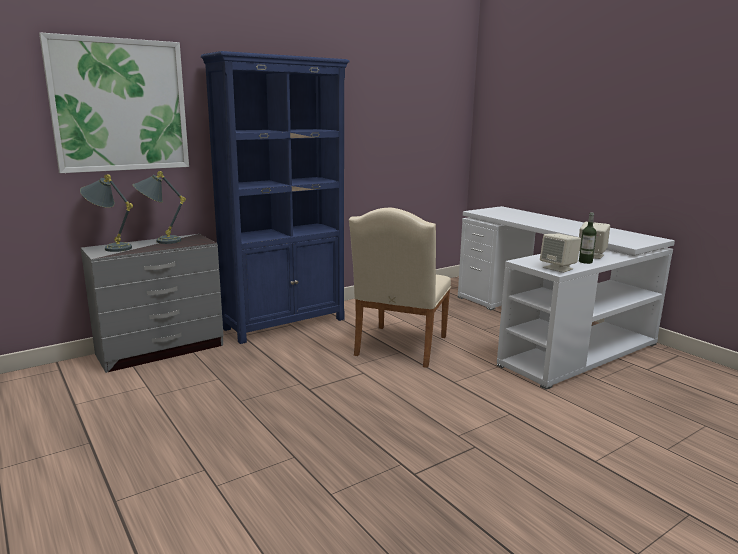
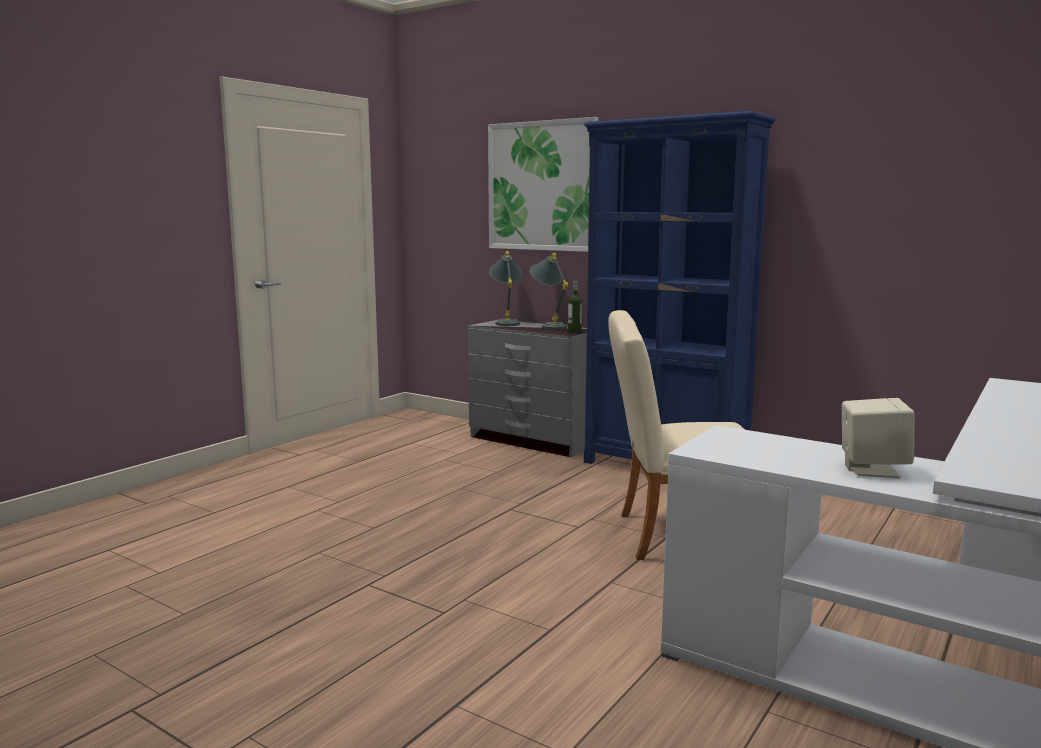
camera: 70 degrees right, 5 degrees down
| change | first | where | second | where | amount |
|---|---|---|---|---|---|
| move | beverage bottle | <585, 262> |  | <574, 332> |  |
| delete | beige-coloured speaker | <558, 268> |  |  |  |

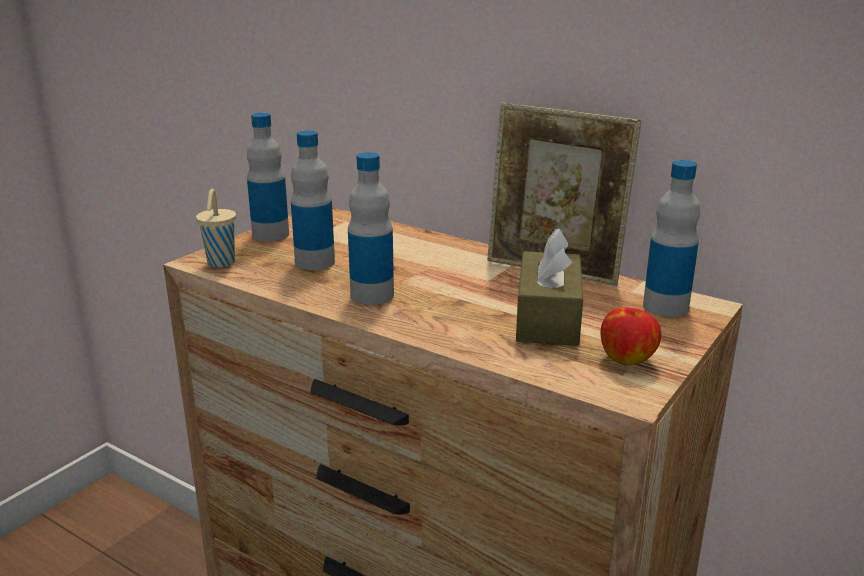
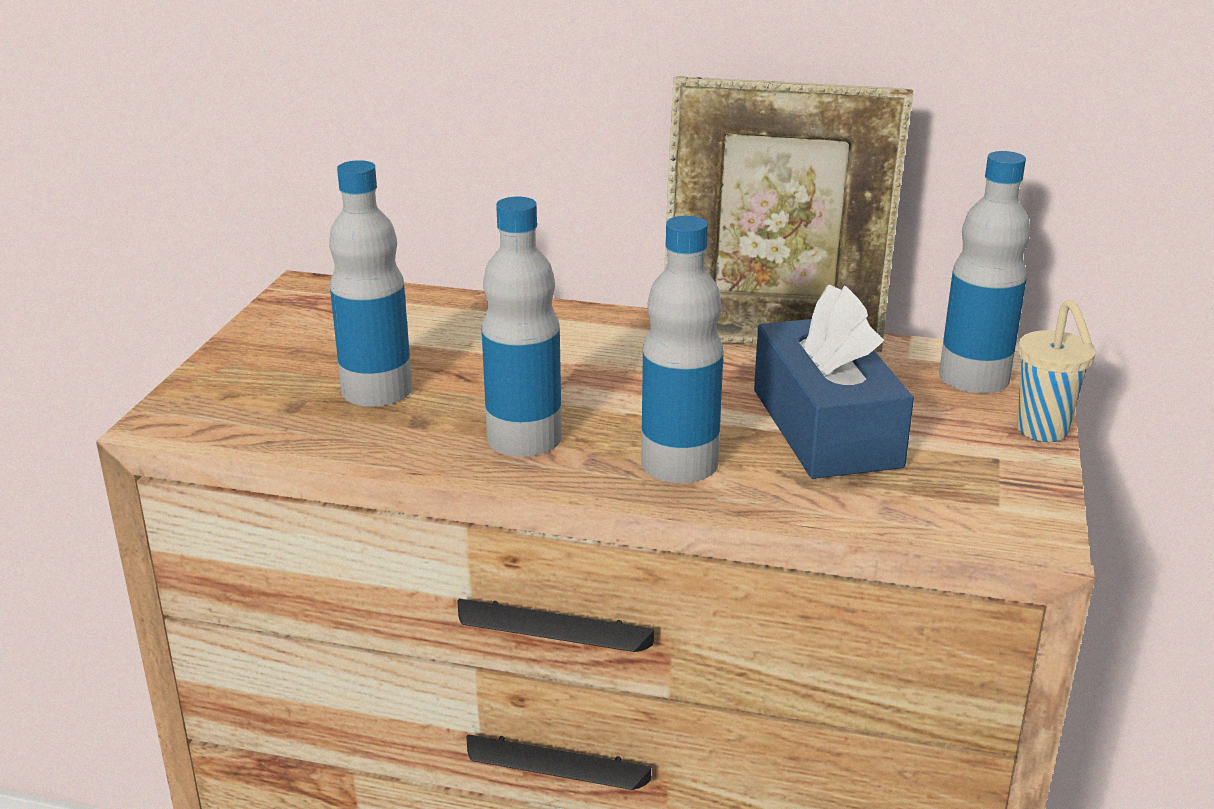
camera: 20 degrees left, 5 degrees up
| change | first | where | second | where | amount |
|---|---|---|---|---|---|
| move | beverage bottle | <270, 235> |  | <679, 462> |  |
| move | beige-coloured small cup | <220, 264> |  | <1044, 432> |  |
| recolor | brownish tissue holder | <548, 318> | bluish tissue holder | <826, 428> |  |
| delete | apple fruit | <628, 359> |  |  |  |

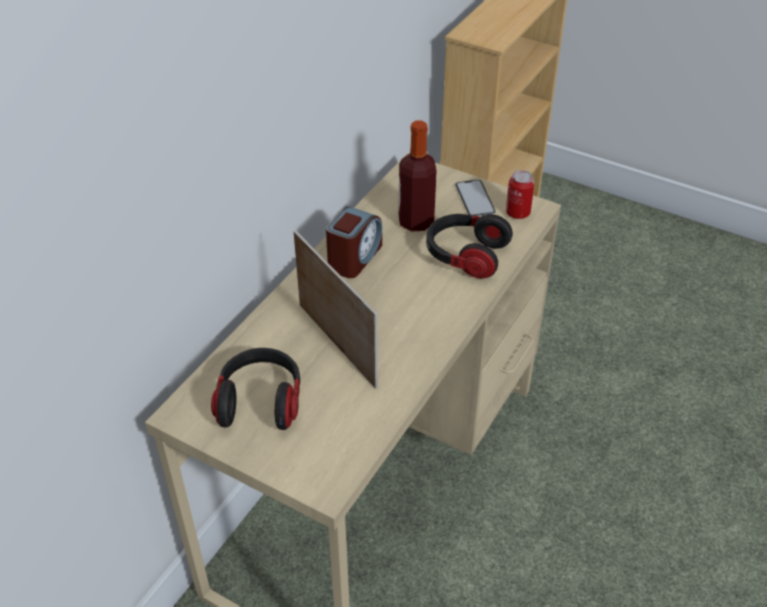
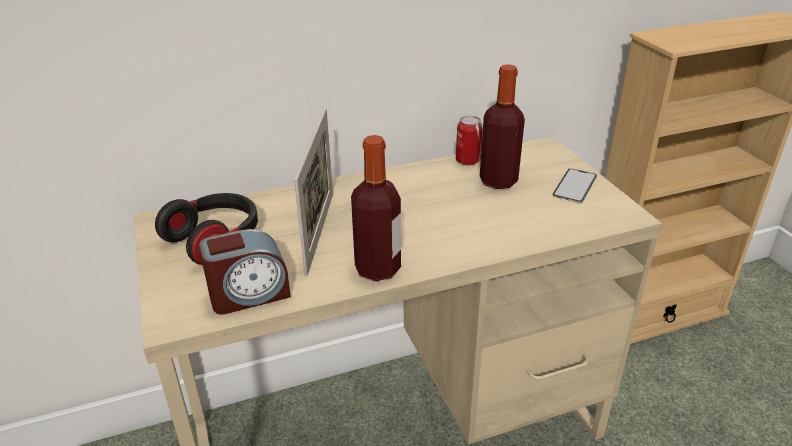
camera: 40 degrees right, 10 degrees down
| change | first | where | second | where | amount |
|---|---|---|---|---|---|
| move | sealed can | <517, 213> |  | <467, 161> |  |
| move | bedside clock | <354, 258> |  | <249, 295> |  |
| delete | headphones | <465, 256> |  |  |  |
| insert |  |  | beverage bottle | <378, 268> |  |

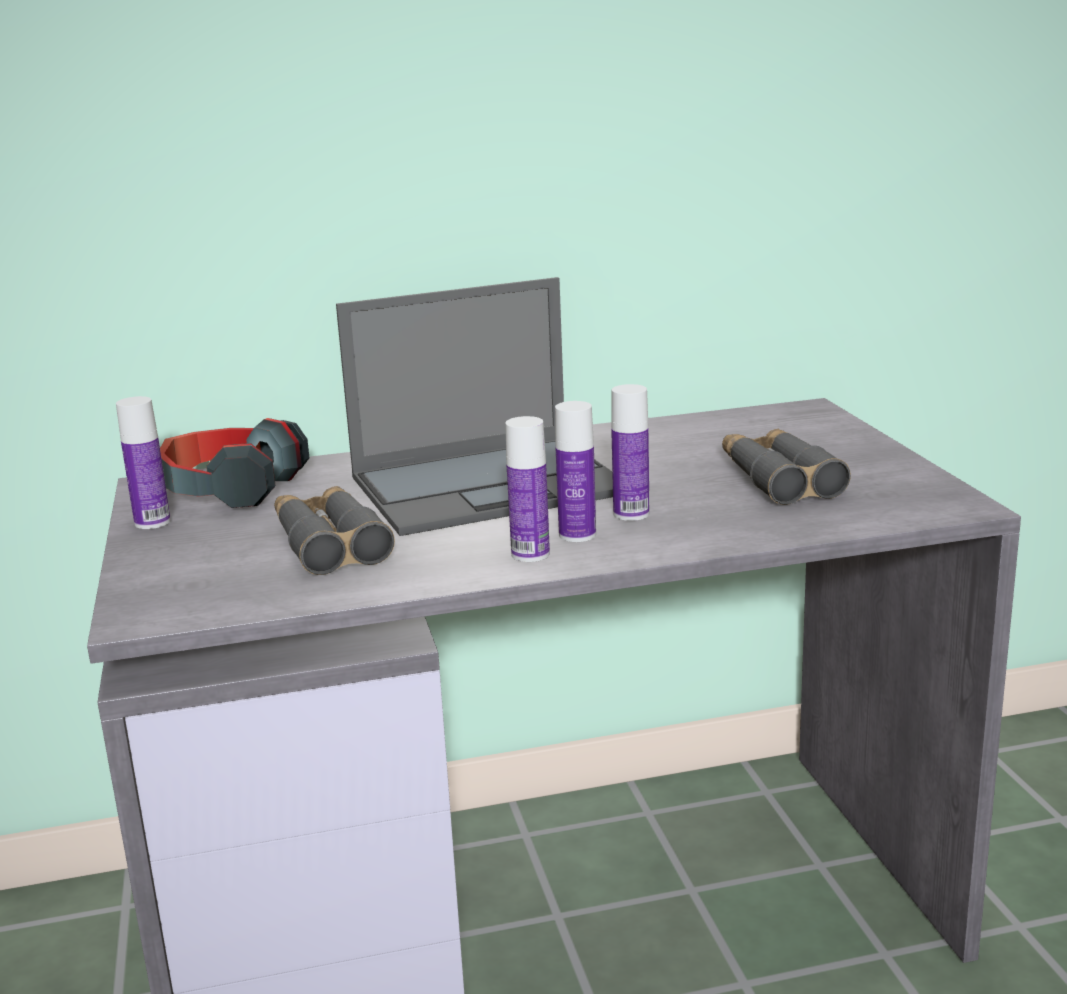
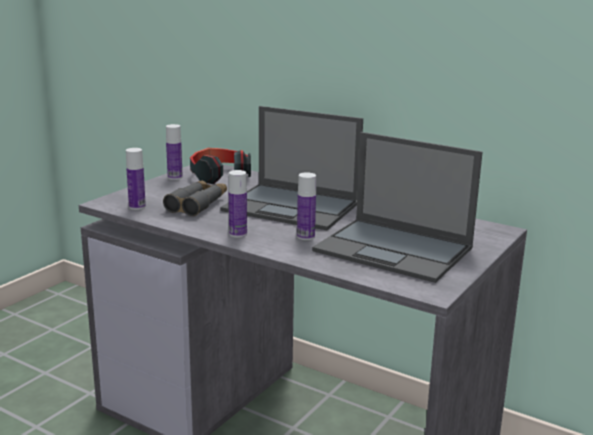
camera: 45 degrees right, 0 degrees up
| change | first | where | second | where | amount |
|---|---|---|---|---|---|
| move | beverage bottle | <577, 535> |  | <137, 207> |  |
| replace | greyish field glasses | <779, 479> | laptop | <395, 250> |  |

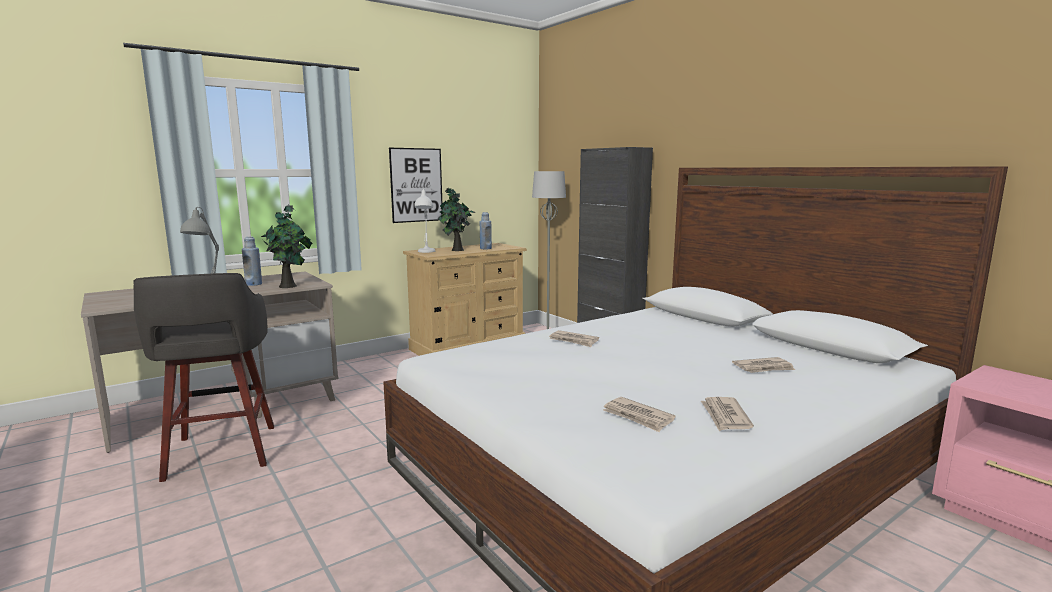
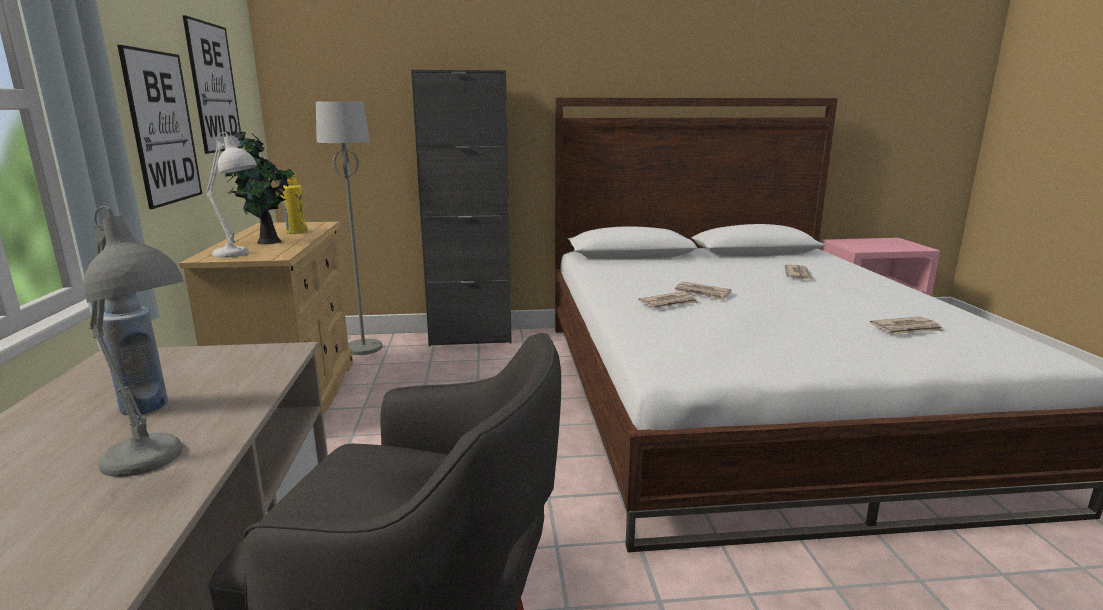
camera: 60 degrees left, 5 degrees up
| change | first | where | second | where | amount |
|---|---|---|---|---|---|
| delete | houseplant | <289, 286> |  |  |  |
| recolor | bluish beverage bottle | <485, 248> | yellow-coloured beverage bottle | <296, 232> |  |
| move | newspaper | <725, 416> |  | <702, 293> |  |
| insert |  |  | wall picture | <214, 88> |  |

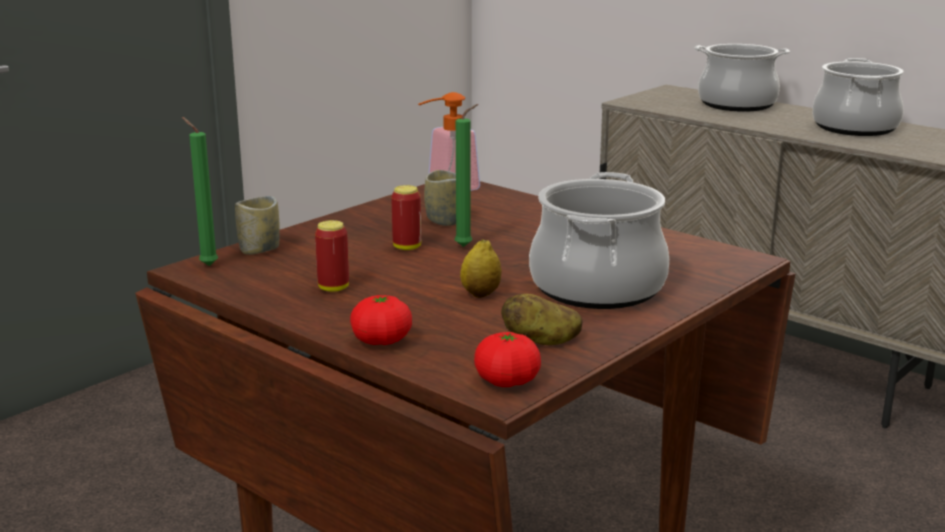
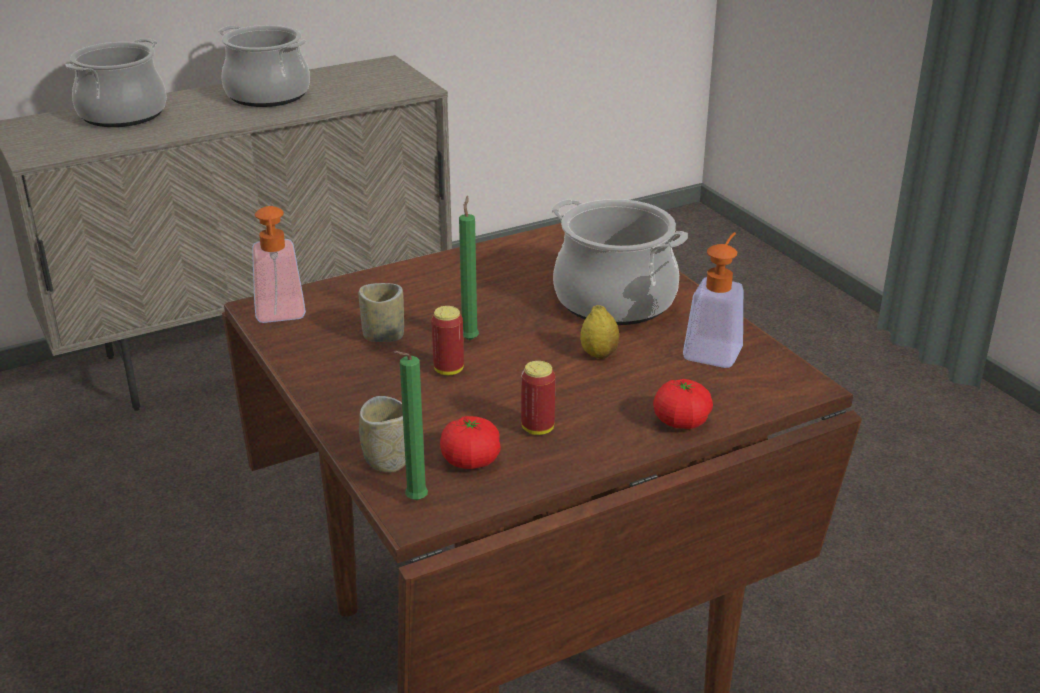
camera: 70 degrees left, 10 degrees up
| change | first | where | second | where | amount |
|---|---|---|---|---|---|
| replace | spud | <541, 341> | soap dispenser | <715, 348> |  |
| move | whole tomato | <507, 381> |  | <471, 460> |  |

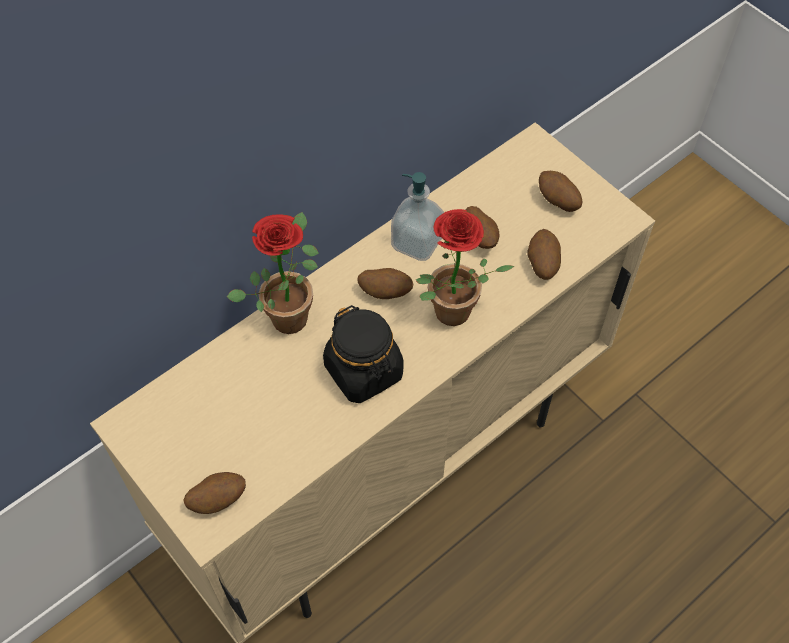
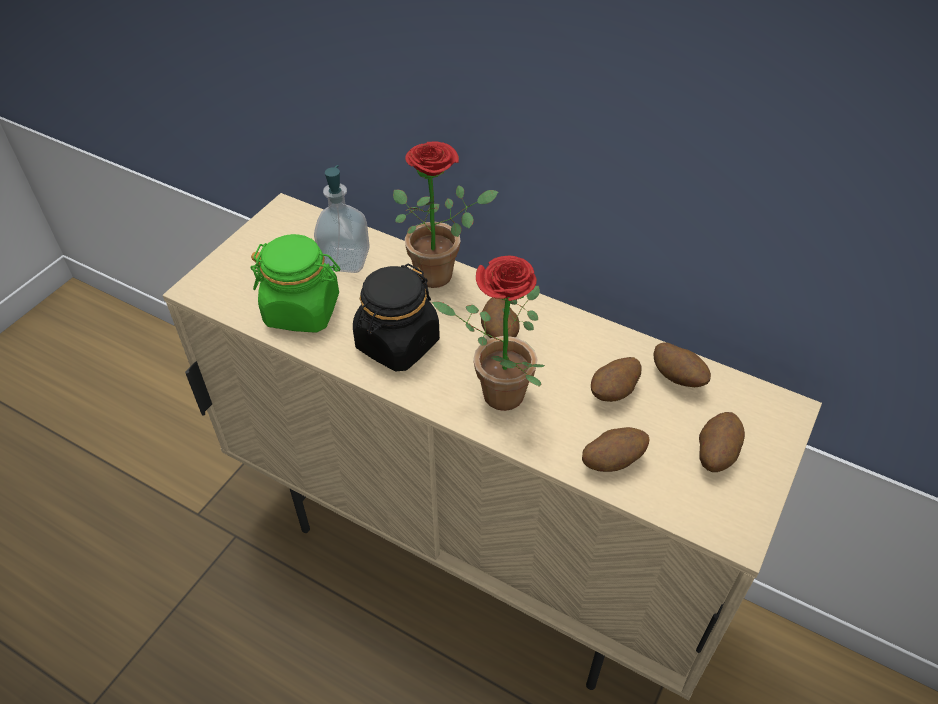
camera: 70 degrees right, 10 degrees down
| change | first | where | second | where | amount |
|---|---|---|---|---|---|
| move | soap dispenser | <417, 243> |  | <345, 260> |  |
| move | spud | <218, 499> |  | <678, 378> |  |
| insert |  |  | green preserve jar | <303, 310> |  |

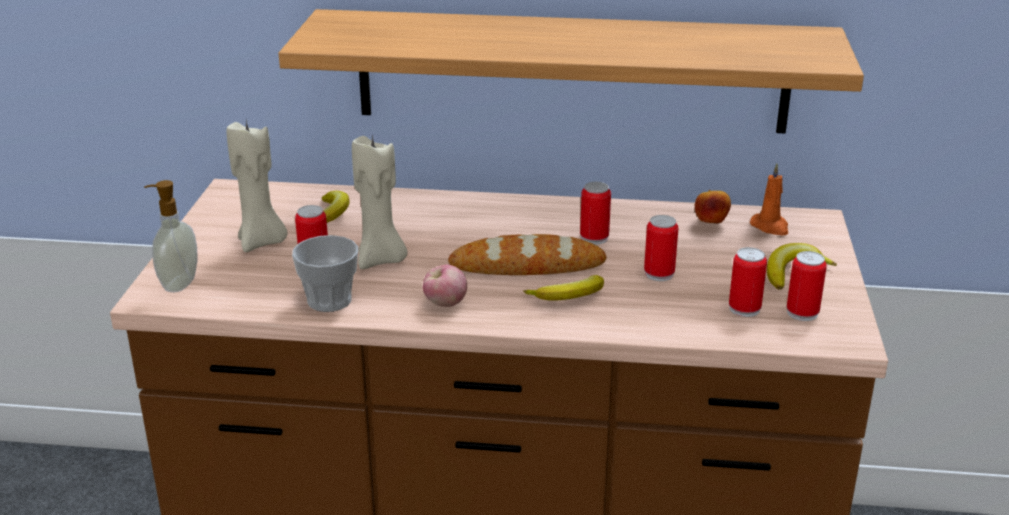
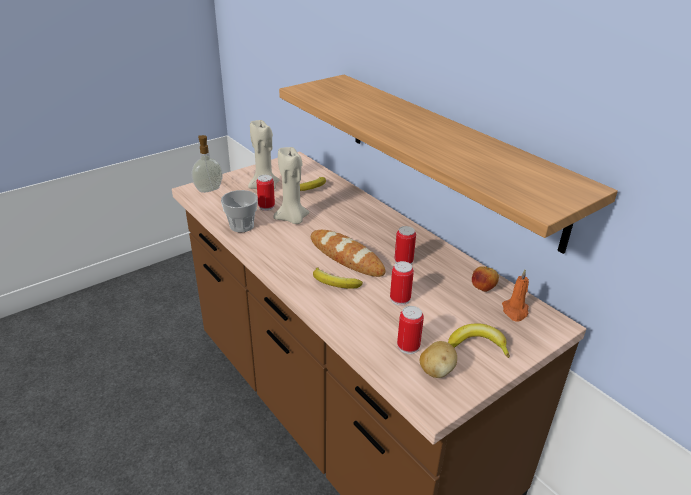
camera: 45 degrees right, 5 degrees up
| change | first | where | second | where | amount |
|---|---|---|---|---|---|
| replace | sealed can | <802, 313> | spud | <436, 370> |  |
| delete | apple fruit | <445, 304> |  |  |  |

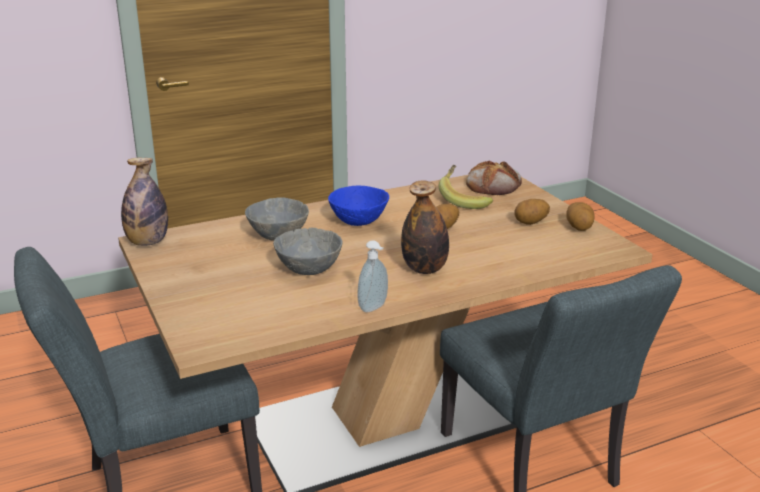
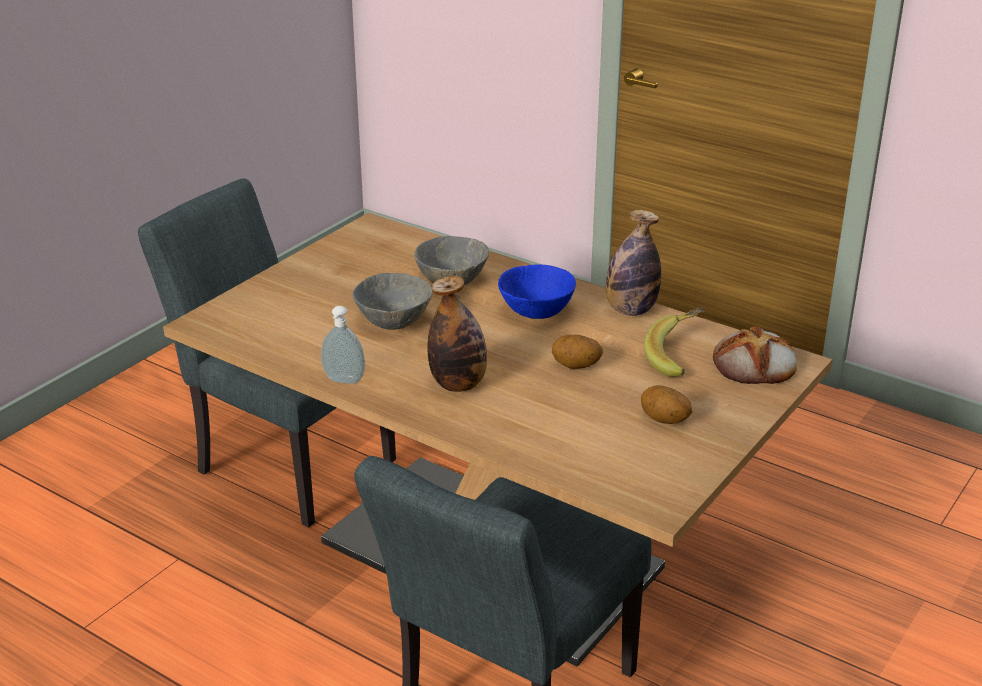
camera: 60 degrees right, 5 degrees up
| change | first | where | second | where | amount |
|---|---|---|---|---|---|
| move | beverage bottle | <147, 242> |  | <630, 310> |  |
| delete | spud | <579, 228> |  |  |  |

